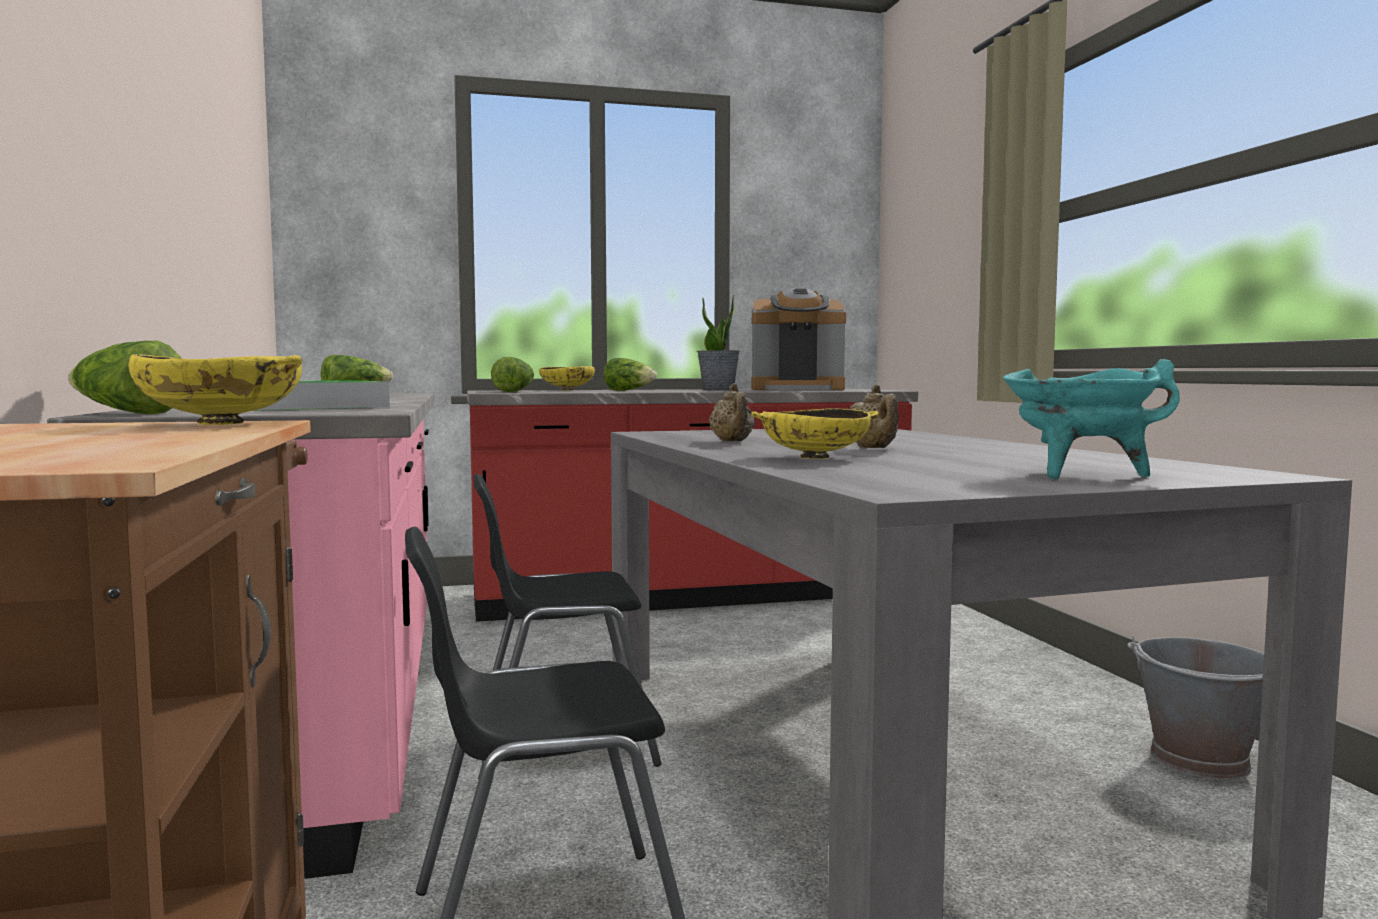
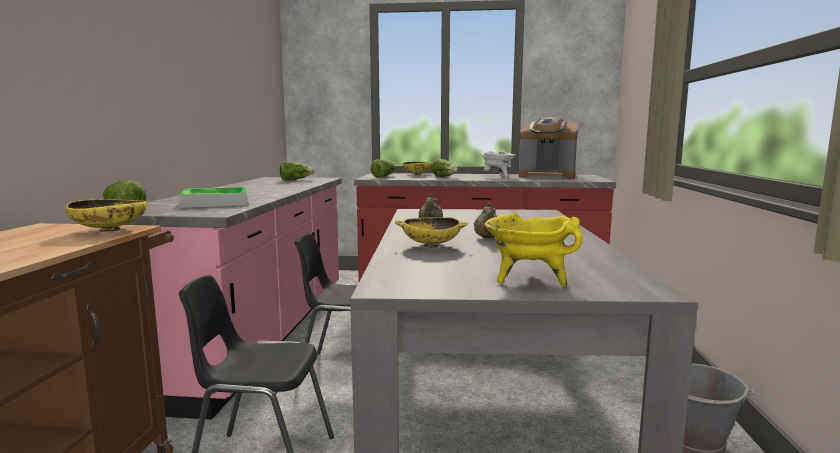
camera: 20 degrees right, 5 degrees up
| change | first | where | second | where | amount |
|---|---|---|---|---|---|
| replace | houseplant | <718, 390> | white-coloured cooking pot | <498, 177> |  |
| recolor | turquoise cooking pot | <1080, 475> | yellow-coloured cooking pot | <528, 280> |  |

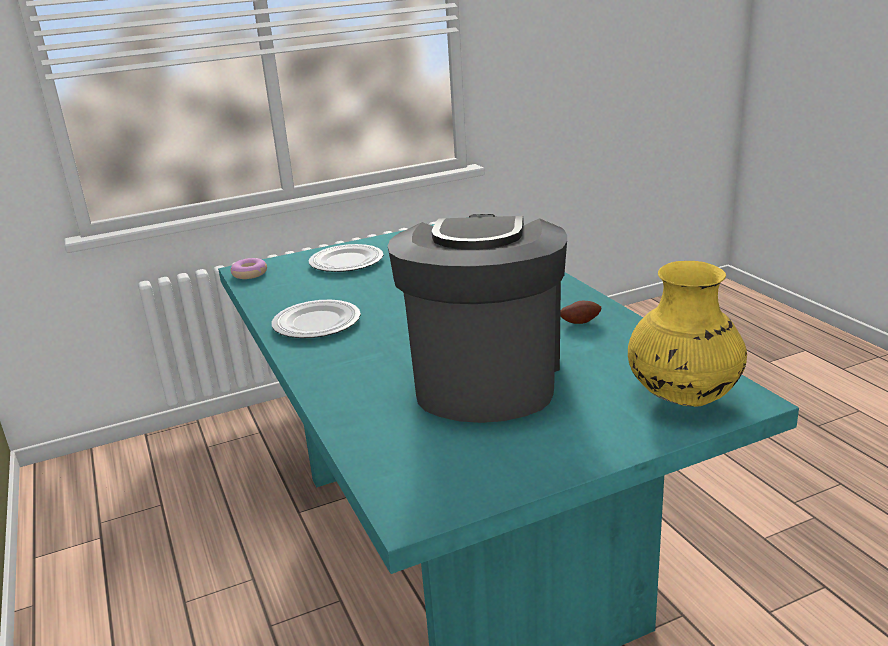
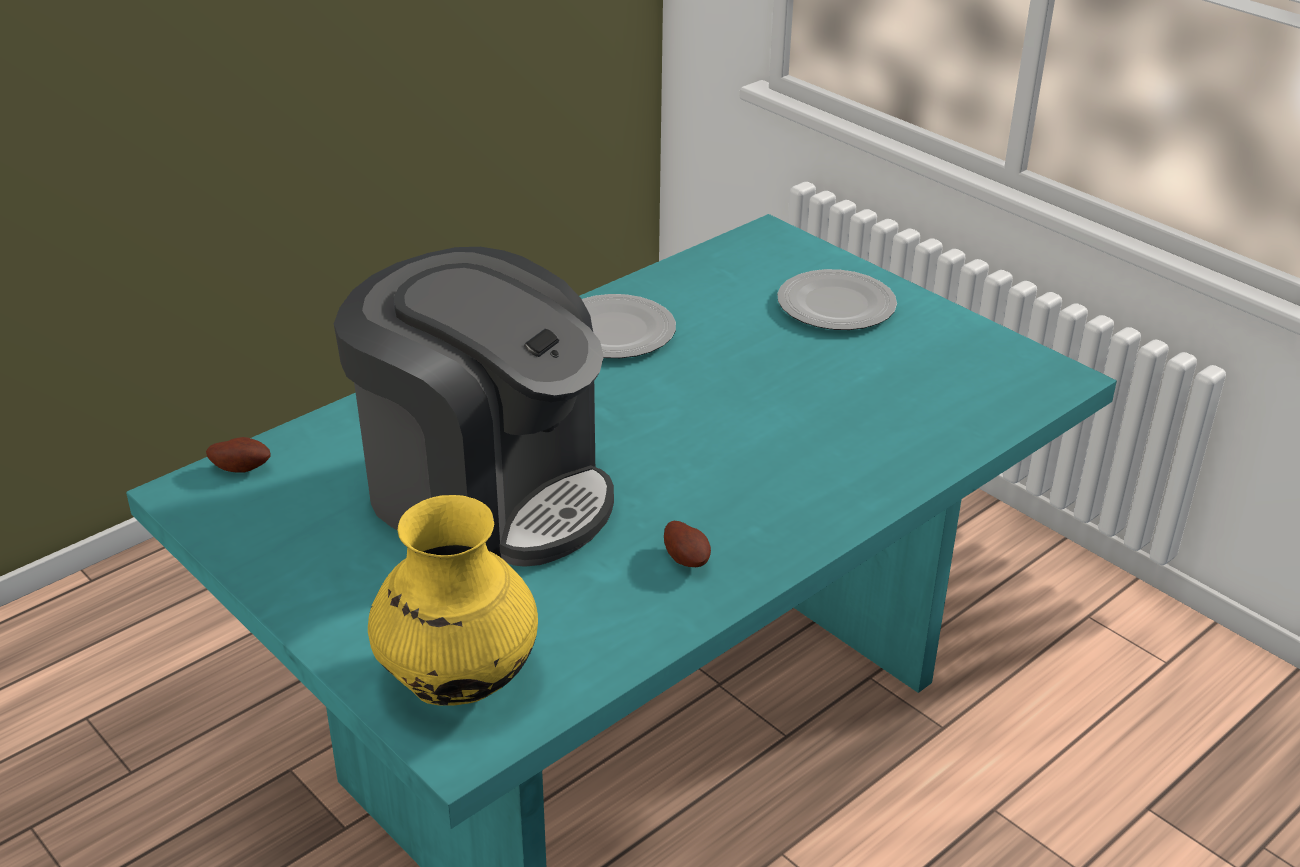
camera: 70 degrees right, 10 degrees up
| change | first | where | second | where | amount |
|---|---|---|---|---|---|
| rotate | coffee maker | <485, 377> |  | <486, 494> | 45 degrees clockwise |
| delete | donut | <250, 274> |  |  |  |
| insert |  |  | spud | <242, 467> |  |

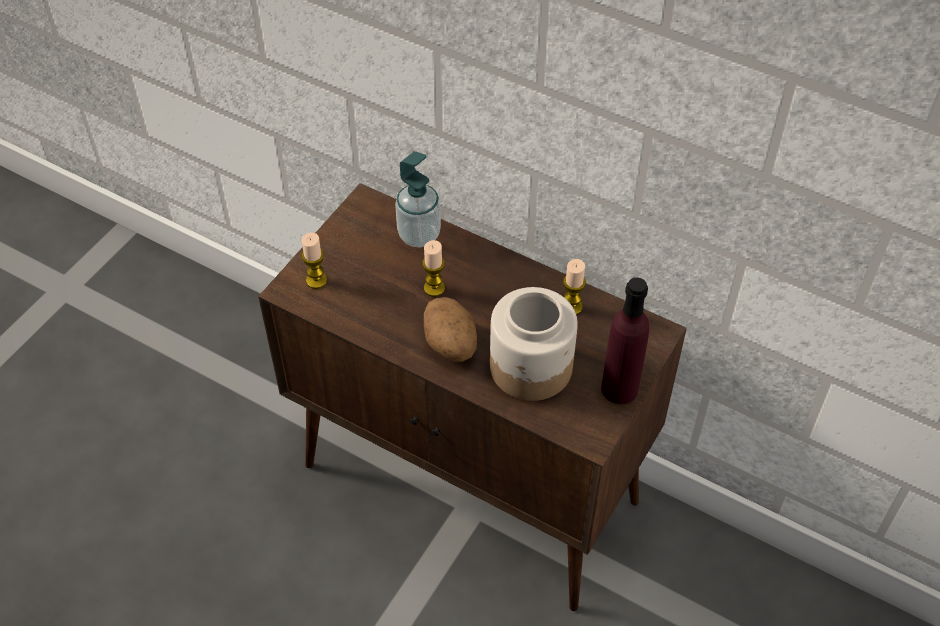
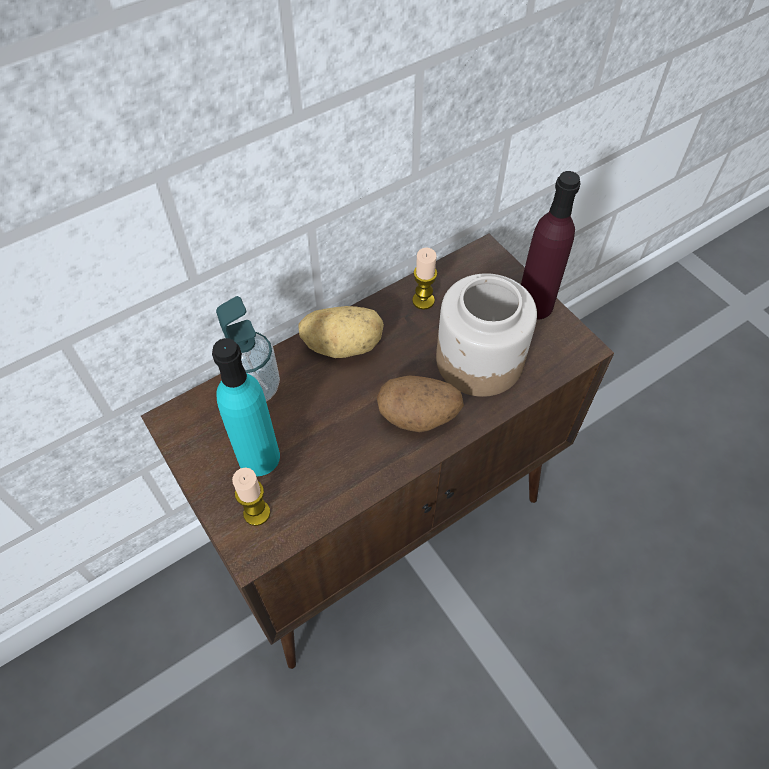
camera: 65 degrees left, 5 degrees up
| change | first | where | second | where | amount |
|---|---|---|---|---|---|
| delete | wax candle | <434, 288> |  |  |  |
| insert |  |  | spud | <343, 344> |  |
| insert |  |  | turquoise beverage bottle | <259, 457> |  |

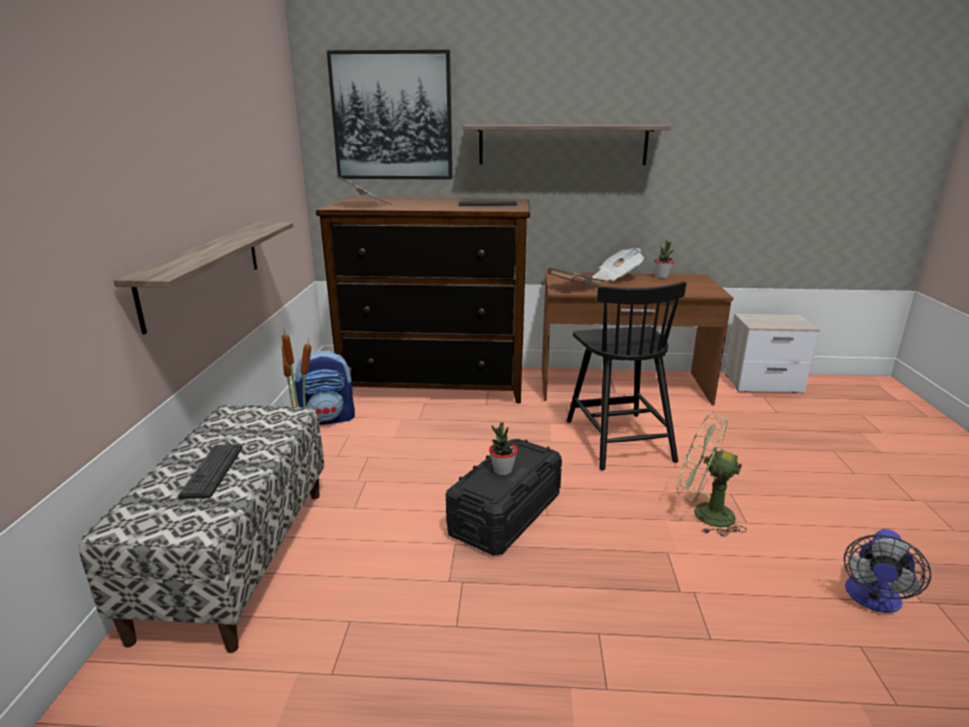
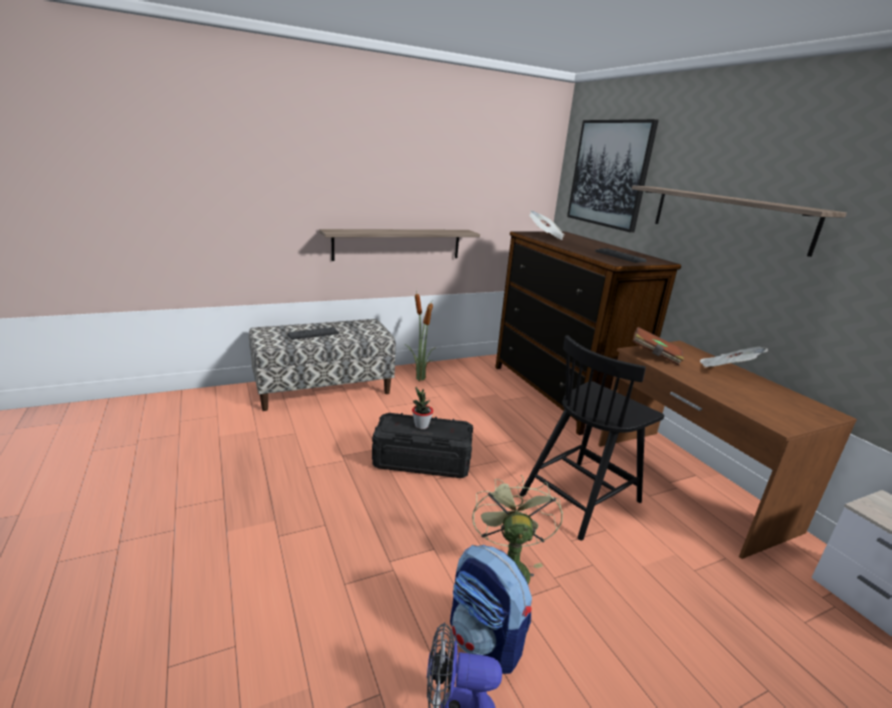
camera: 60 degrees right, 0 degrees up
| change | first | where | second | where | amount |
|---|---|---|---|---|---|
| delete | houseplant | <662, 277> |  |  |  |
| move | backpack | <328, 418> |  | <485, 641> |  |

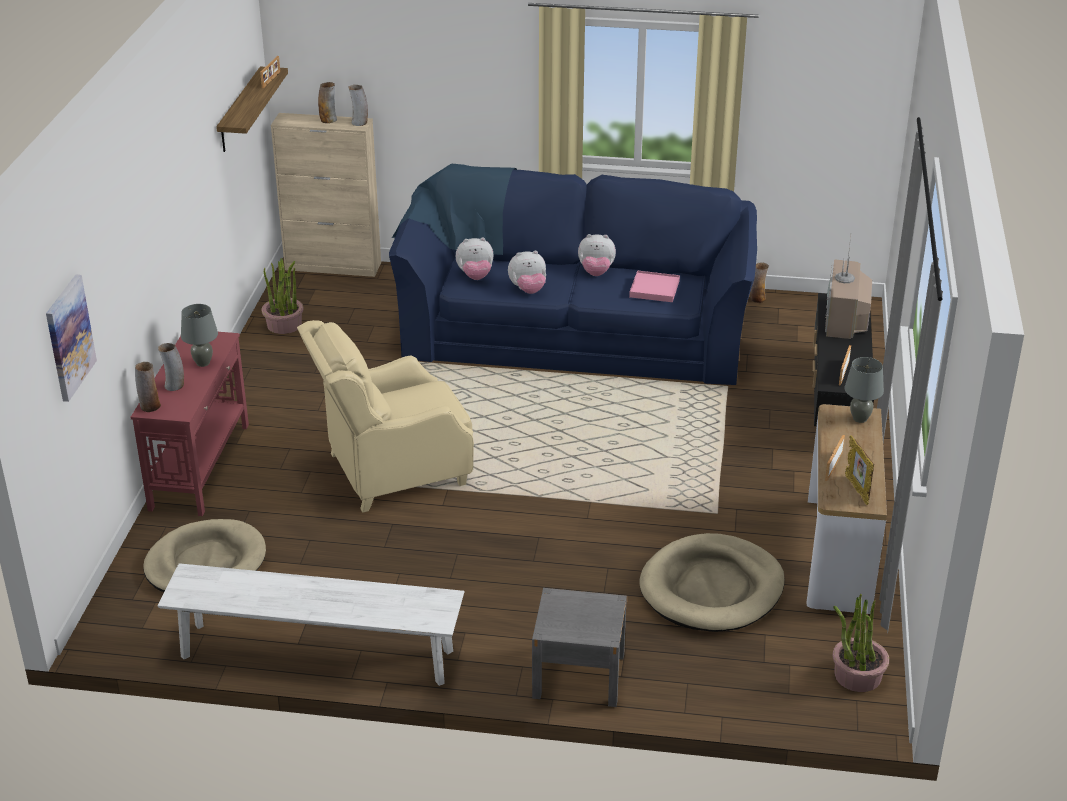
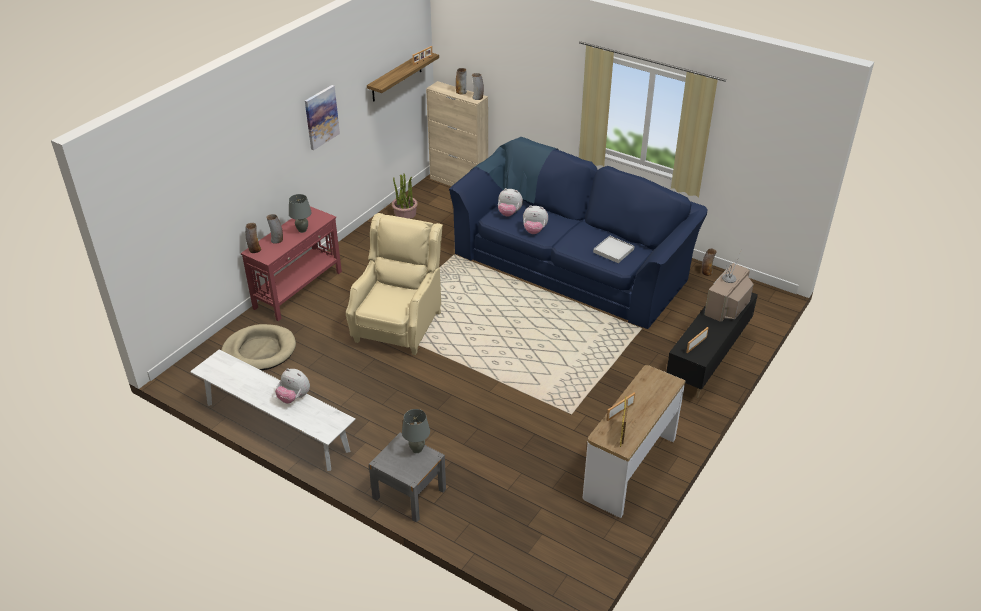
camera: 25 degrees right, 5 degrees up
| change | first | where | second | where | amount |
|---|---|---|---|---|---|
| move | soft toy | <596, 272> |  | <294, 397> |  |
| recolor | pink-coloured tray | <654, 289> | white-coloured tray | <613, 251> |  |
| move | wall picture | <69, 337> |  | <321, 117> |  |
| rotate | beige-coloured easy chair | <392, 471> |  | <399, 325> | 105 degrees clockwise |
| move | greyish tabletop lamp | <860, 418> |  | <417, 449> |  |
| delete | beige-coloured dog cushion | <712, 588> |  |  |  |
| delete | houseplant | <857, 676> |  |  |  |

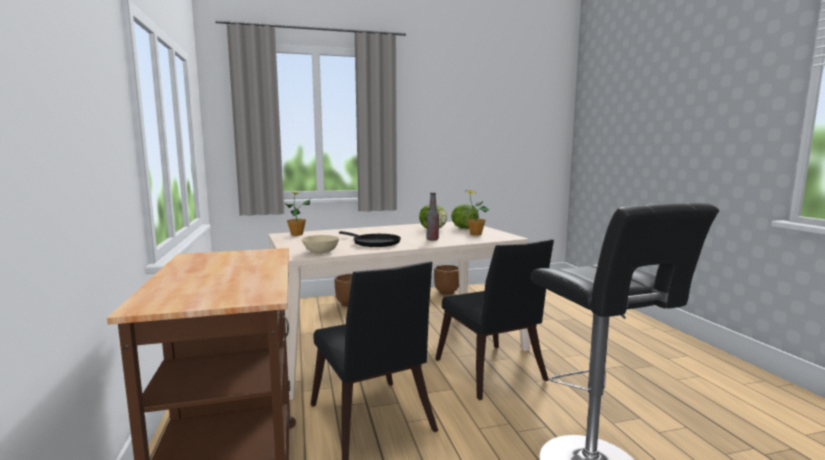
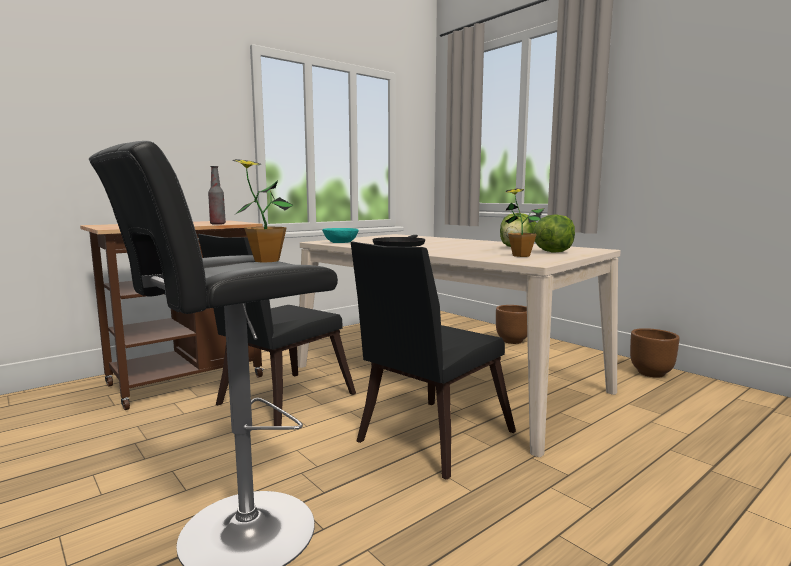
camera: 65 degrees right, 0 degrees up
| change | first | where | second | where | amount |
|---|---|---|---|---|---|
| move | houseplant | <297, 234> |  | <266, 260> |  |
| move | beverage bottle | <432, 239> |  | <217, 224> |  |
| recolor | beige-coloured serving bowl | <320, 252> | turquoise serving bowl | <340, 242> |  |

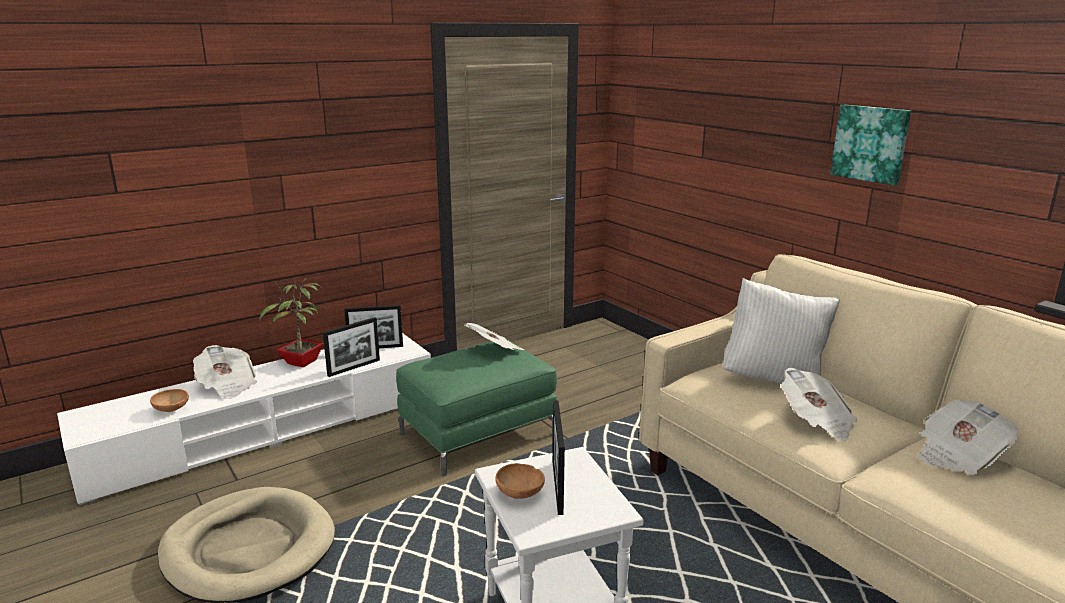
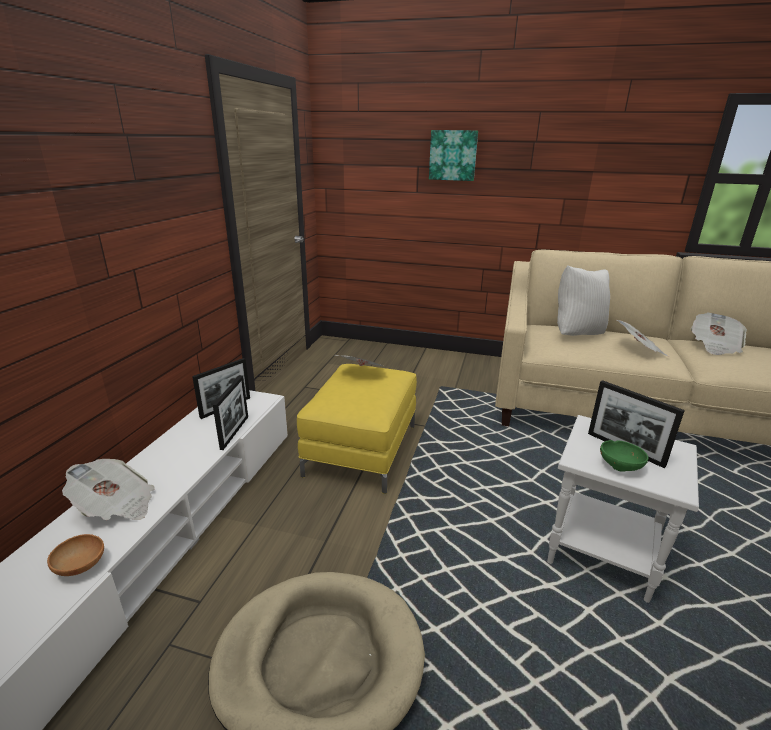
camera: 40 degrees left, 5 degrees up
| change | first | where | second | where | amount |
|---|---|---|---|---|---|
| move | wall picture | <871, 143> |  | <453, 155> |  |
| delete | houseplant | <300, 363> |  |  |  |
| recolor | green pouffe | <478, 434> | yellow-coloured pouffe | <362, 449> |  |
| recolor | brownish serving bowl | <521, 494> | green serving bowl | <620, 466> |  |

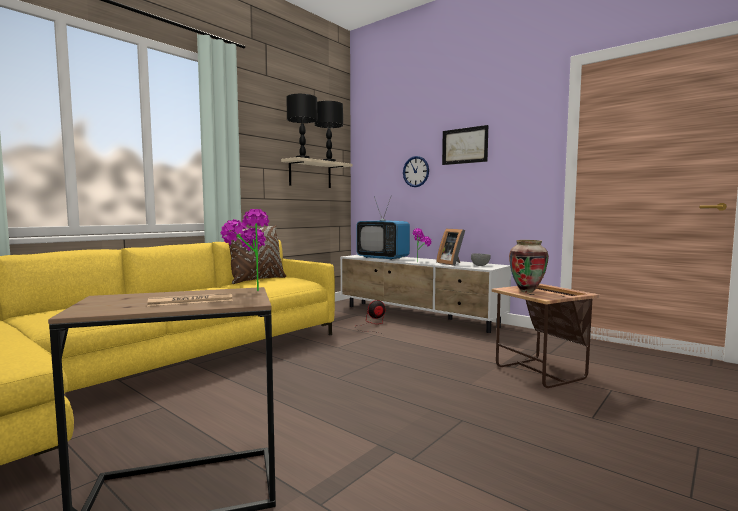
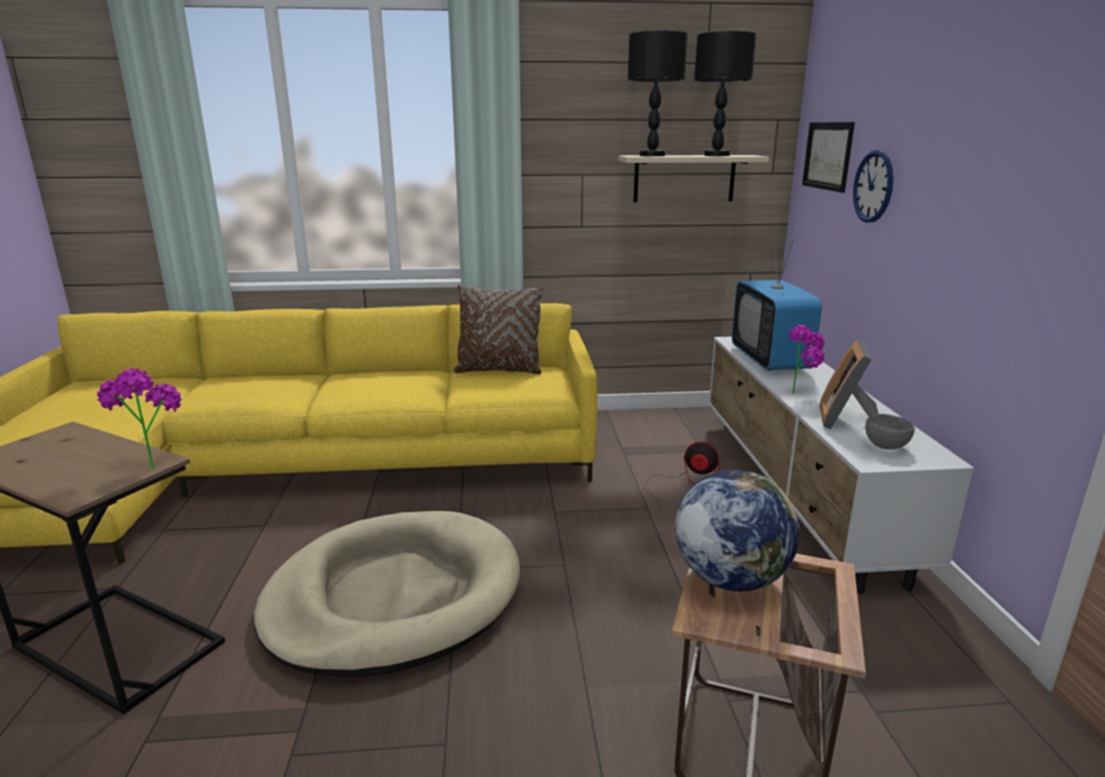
camera: 45 degrees right, 15 degrees up
| change | first | where | second | where | amount |
|---|---|---|---|---|---|
| move | wall picture | <464, 145> |  | <827, 156> |  |
| replace | vase | <527, 291> | globe | <730, 578> |  |
| delete | newspaper | <191, 301> |  |  |  |
| insert |  |  | beige-coloured dog cushion | <394, 597> |  |

